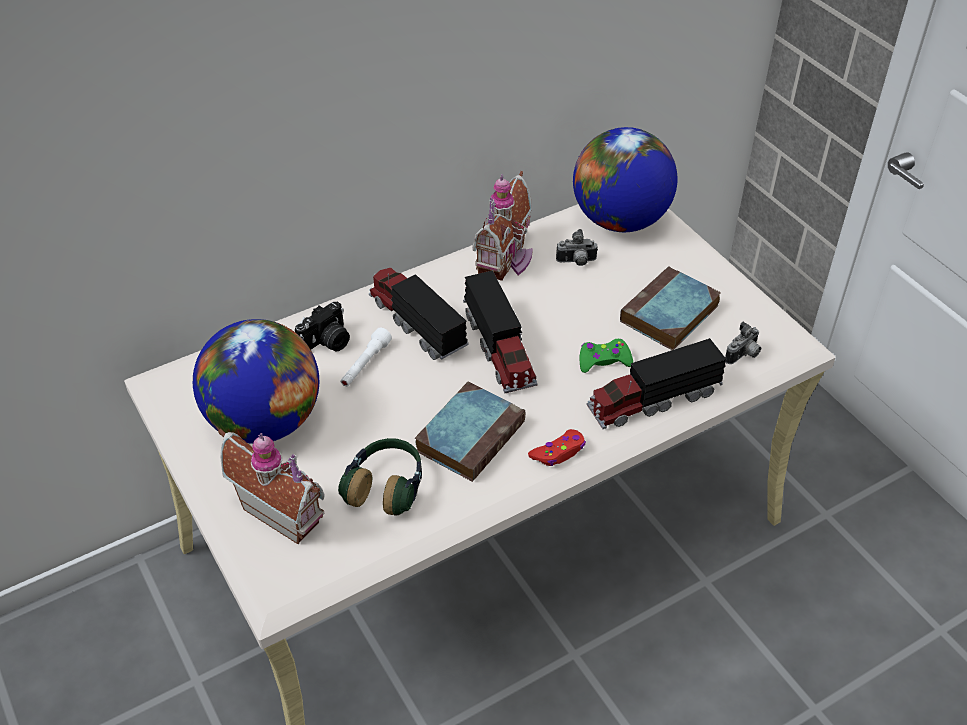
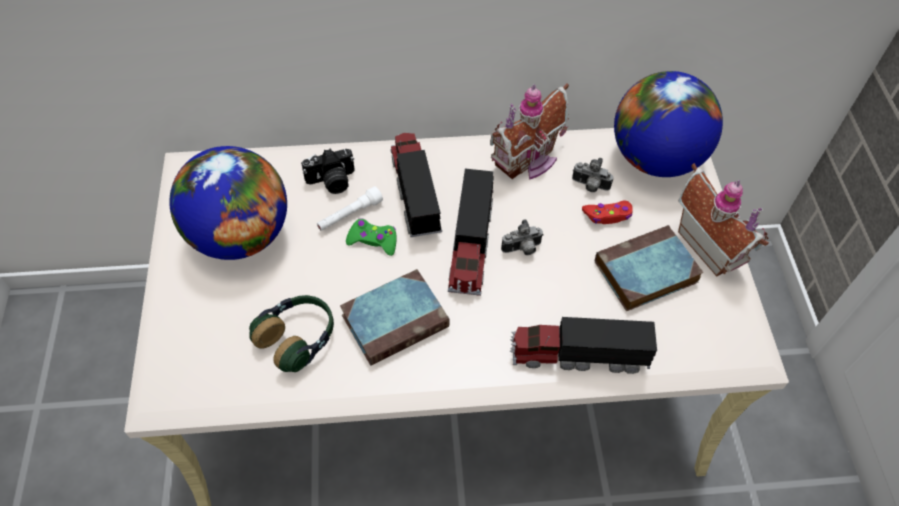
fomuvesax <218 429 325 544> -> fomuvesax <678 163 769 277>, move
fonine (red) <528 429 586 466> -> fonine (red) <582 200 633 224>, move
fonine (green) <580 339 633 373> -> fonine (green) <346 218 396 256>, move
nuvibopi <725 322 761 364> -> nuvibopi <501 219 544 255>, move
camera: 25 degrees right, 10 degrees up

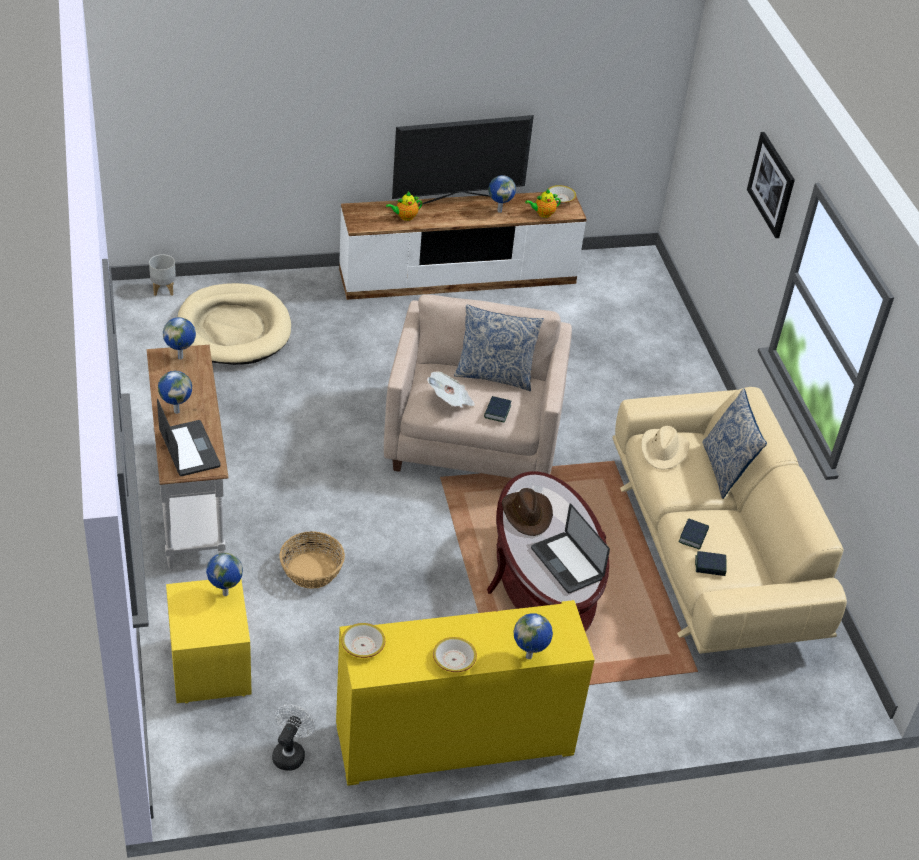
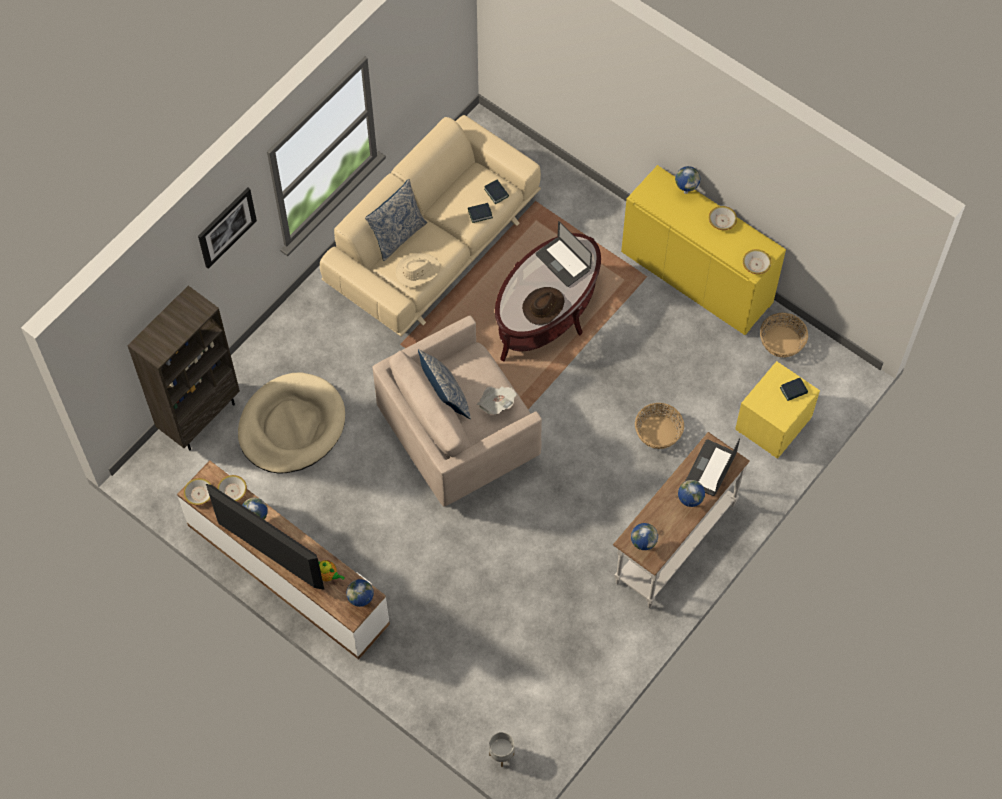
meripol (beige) <178 283 291 365> -> meripol (beige) <238 372 345 473>, move
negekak <206 553 243 596> -> negekak <346 579 374 607>, move
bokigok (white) <272 704 315 771> -> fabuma <760 313 808 357>
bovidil <484 396 512 422> -> bovidil <780 378 808 401>, move
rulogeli <525 189 561 218> -> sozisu <217 475 247 501>
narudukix <531 504 610 593> -> narudukix <536 221 592 287>, 120 degrees clockwise
none -> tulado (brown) <127 286 240 450>
camera: 125 degrees left, 20 degrees up

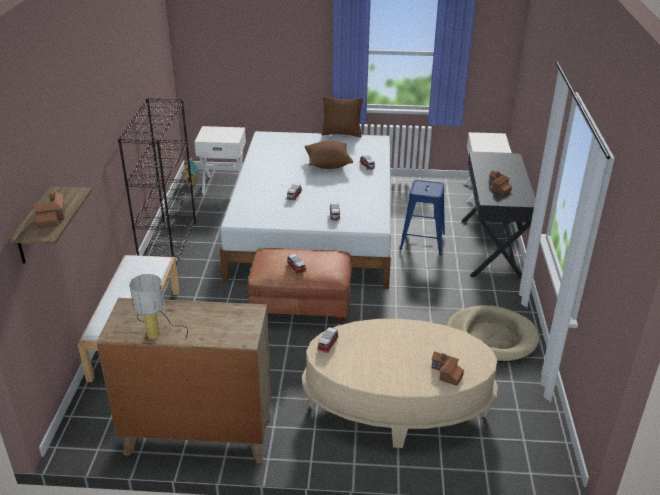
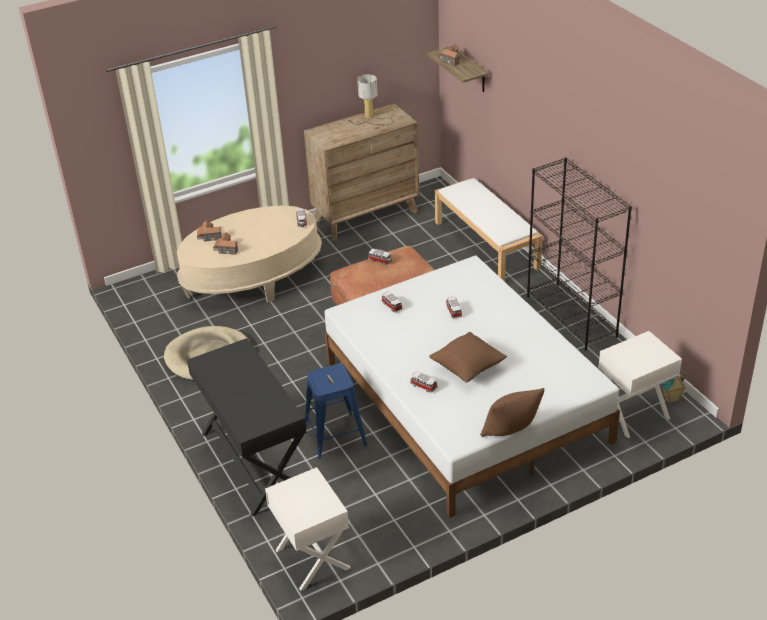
fomuvesax <489 171 512 195> -> fomuvesax <213 232 238 255>, move
camera: 150 degrees right, 5 degrees up

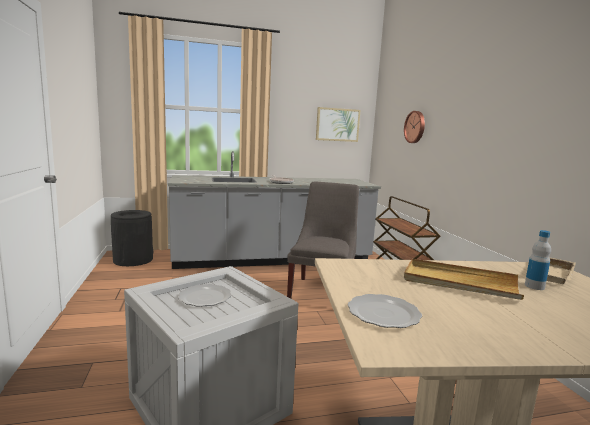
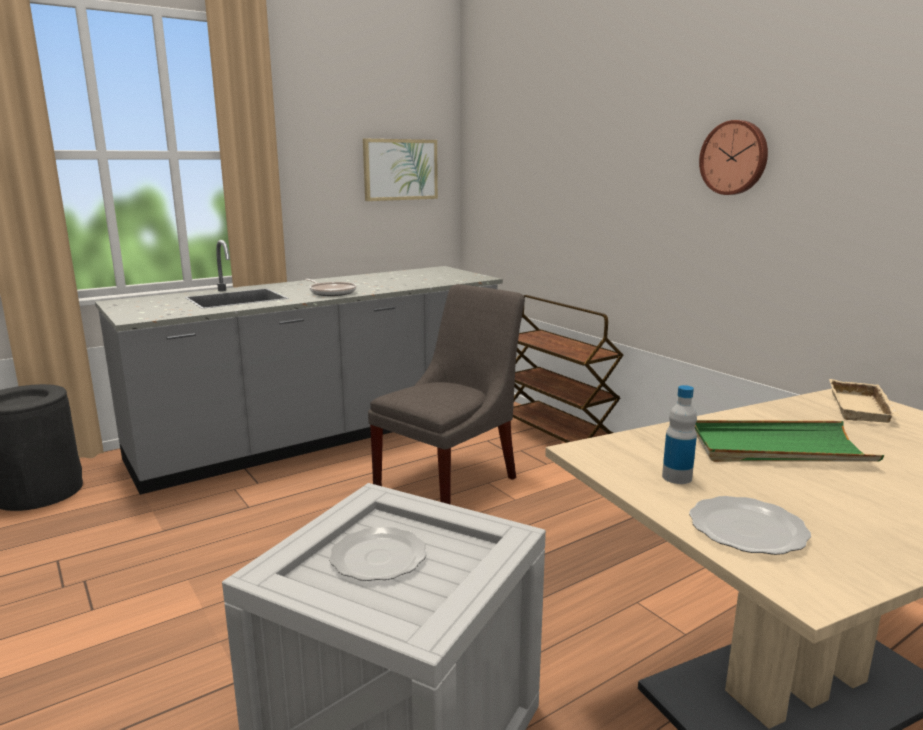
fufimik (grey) <287 181 359 299> -> fufimik (grey) <368 284 525 504>, 45 degrees clockwise
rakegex <404 111 425 143> -> rakegex <699 120 768 195>, move
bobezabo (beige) <404 259 524 300> -> bobezabo (green) <695 420 884 462>
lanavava <525 230 551 290> -> lanavava <662 385 697 484>, move
camera: 20 degrees left, 5 degrees up

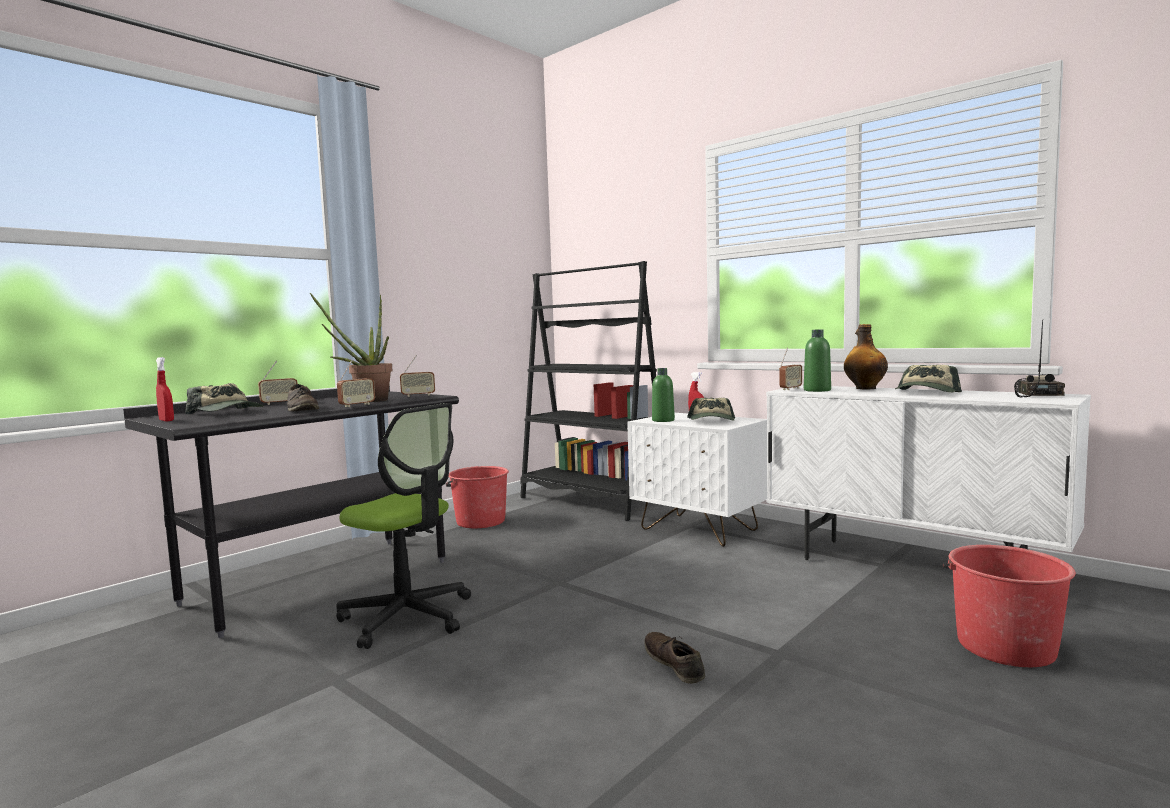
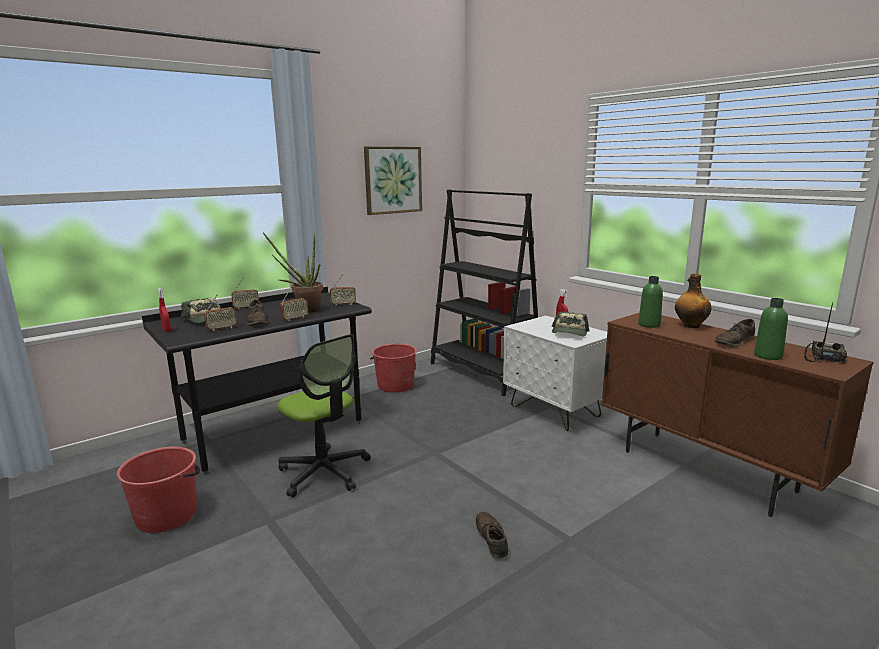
lanavava (green) <652 368 675 422> -> lanavava (green) <754 298 788 360>, move
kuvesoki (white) <766 385 1091 560> -> kuvesoki (brown) <601 313 874 517>
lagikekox <779 348 802 390> -> lagikekox <204 294 237 331>, move
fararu <895 365 962 392> -> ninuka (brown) <715 319 755 347>
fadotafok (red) <943 545 1076 667> -> fadotafok (red) <117 447 200 533>, move
none -> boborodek <364 146 422 215>
camera: 10 degrees right, 10 degrees up

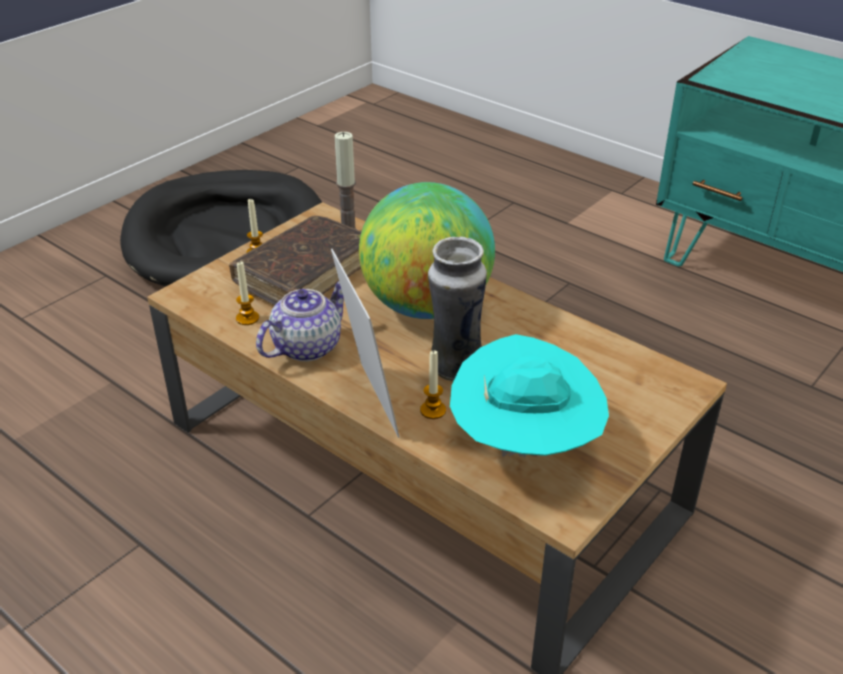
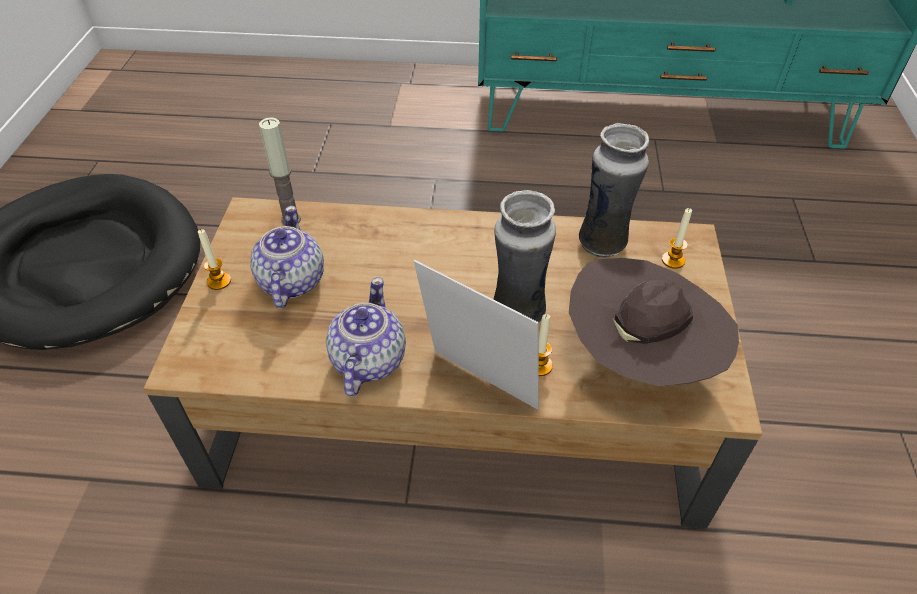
bovidil (brown) <229 216 361 305> -> rulogeli <250 206 324 309>
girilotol <236 262 259 325> -> girilotol <662 208 692 269>, move
negekak <359 182 495 319> -> none
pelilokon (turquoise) <450 334 609 458> -> pelilokon (brown) <569 258 739 386>
none -> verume <579 123 649 258>
camera: 35 degrees left, 10 degrees up

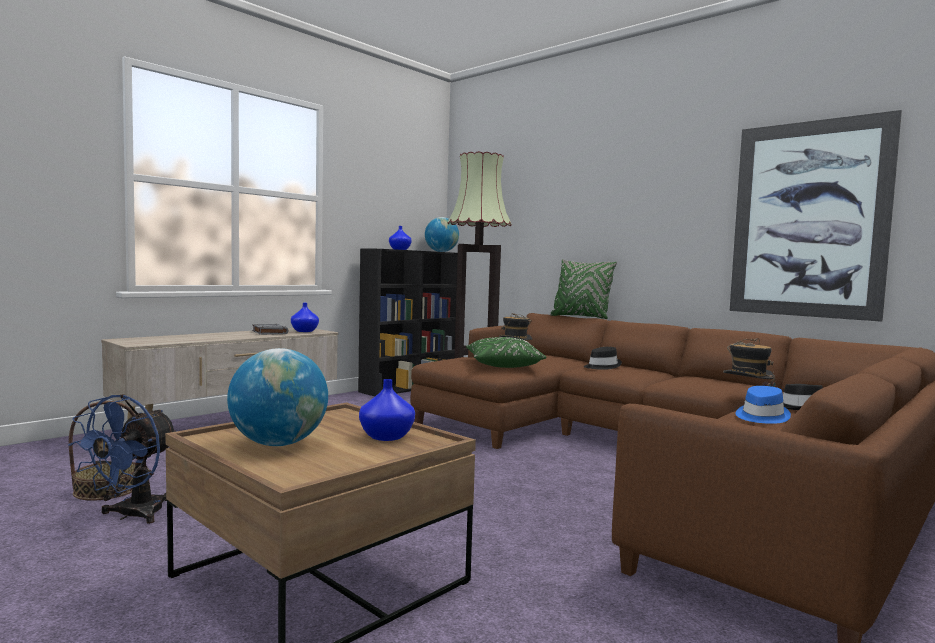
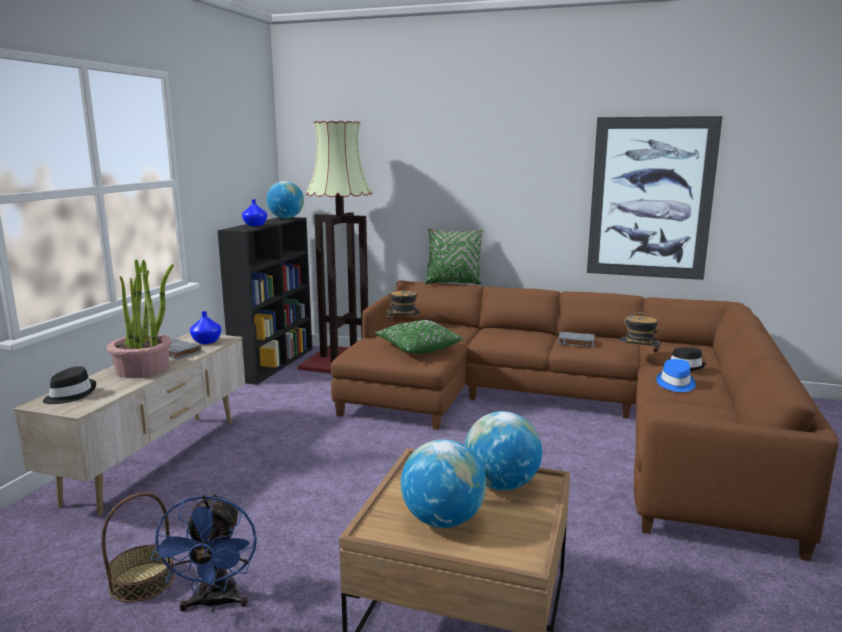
verume (blue) <359 379 415 441> -> negekak <465 411 542 491>
pelilokon (black) <584 347 622 370> -> pelilokon (black) <43 366 96 404>, move
none -> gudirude <107 259 174 378>
none -> bovidil (grey) <558 332 595 347>
camera: 25 degrees left, 10 degrees up

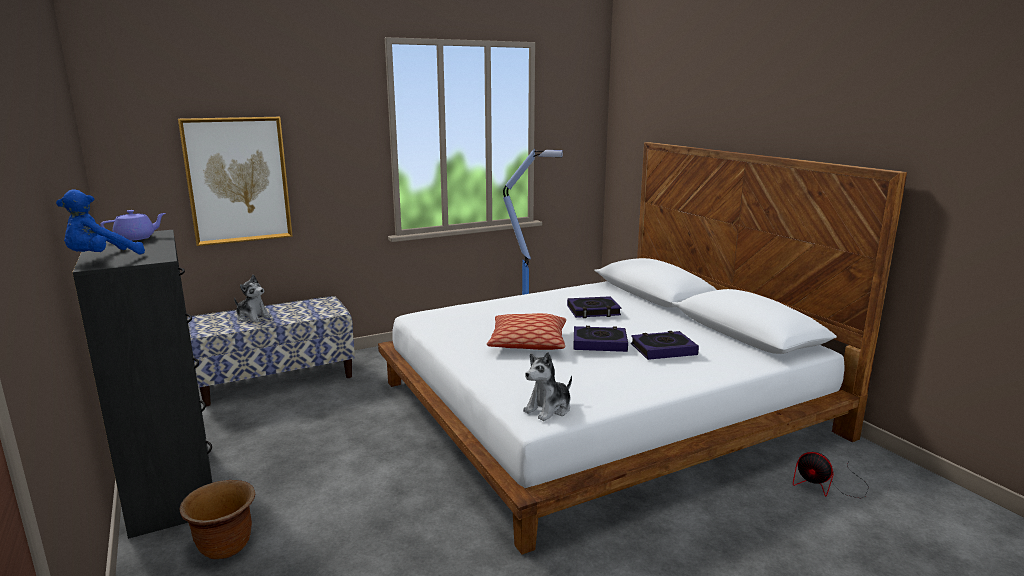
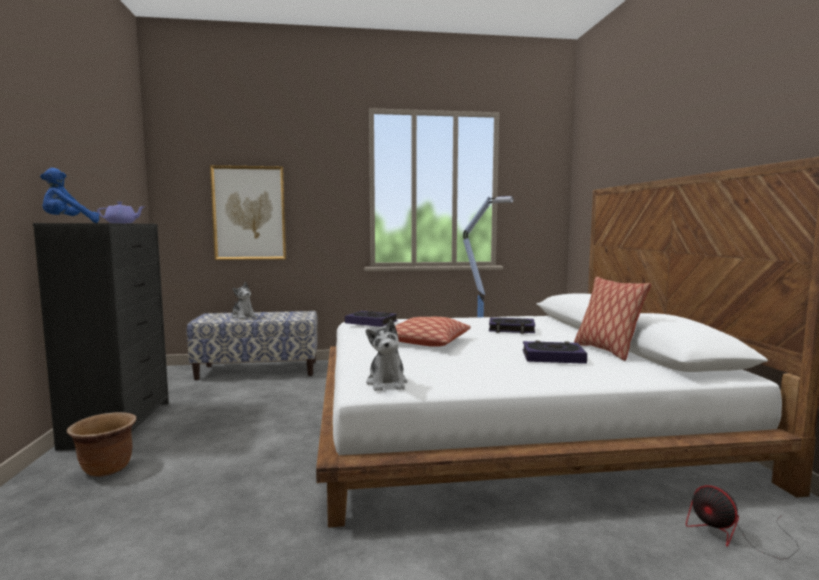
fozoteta <523 352 572 421> -> fozoteta <366 320 407 391>, 75 degrees counterclockwise
bovidil <574 326 628 352> -> bovidil <345 311 397 327>, move
none -> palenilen <574 277 651 361>
camera: 20 degrees right, 10 degrees down

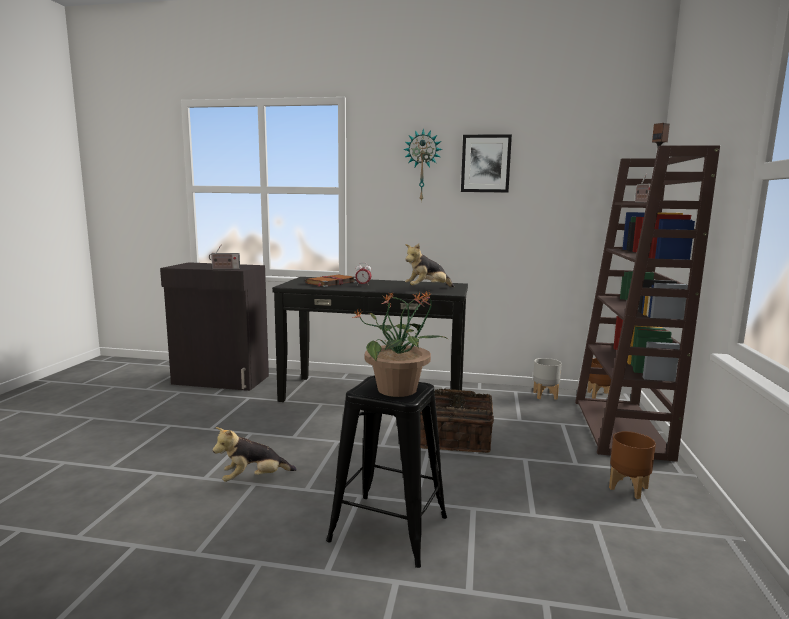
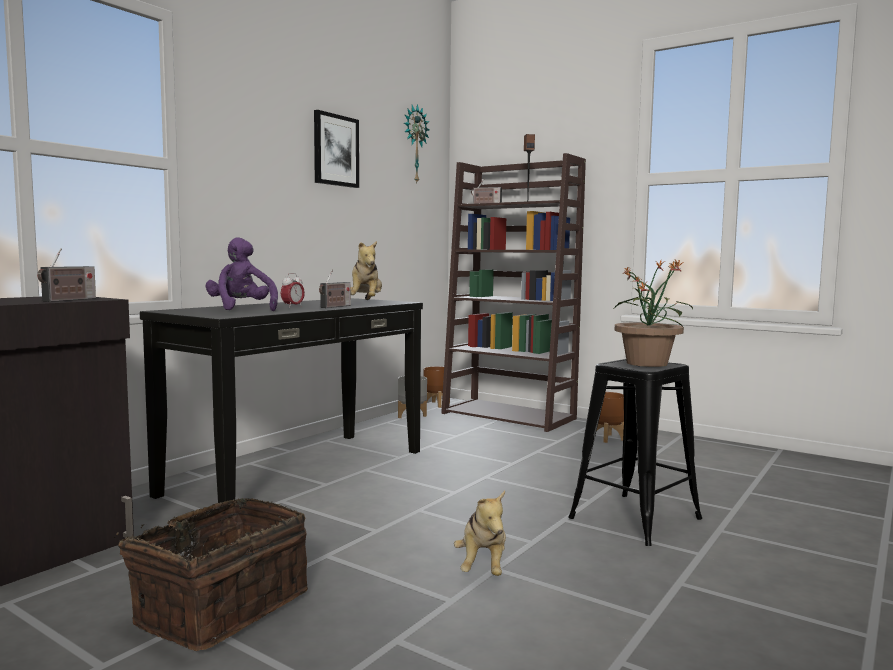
bovidil (brown) <305 275 356 287> -> fozoteta (purple) <206 237 278 311>
rakegex <403 128 443 202> -> rakegex <404 104 429 183>, move
fabuma <420 389 494 453> -> fabuma <114 498 308 651>, move
none -> lagikekox <319 270 351 308>
camera: 65 degrees left, 5 degrees down

